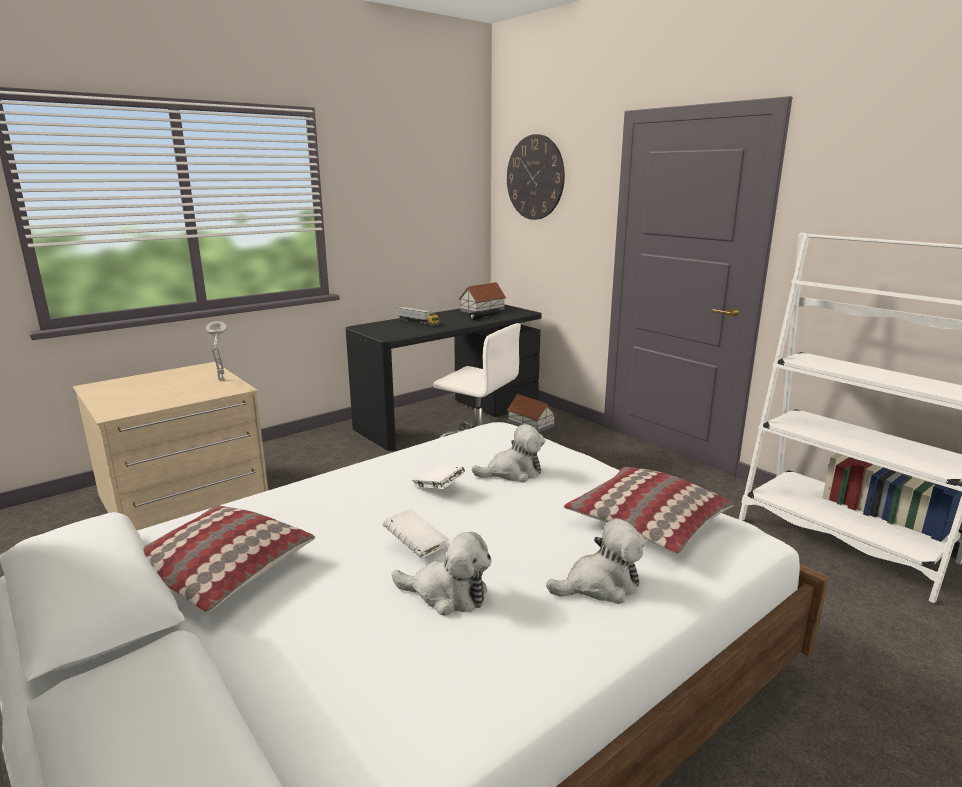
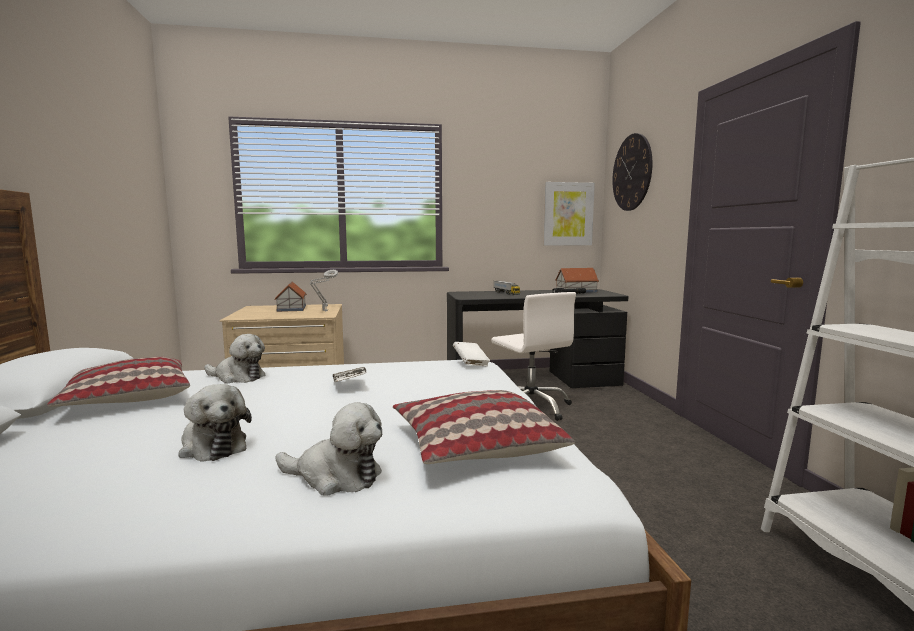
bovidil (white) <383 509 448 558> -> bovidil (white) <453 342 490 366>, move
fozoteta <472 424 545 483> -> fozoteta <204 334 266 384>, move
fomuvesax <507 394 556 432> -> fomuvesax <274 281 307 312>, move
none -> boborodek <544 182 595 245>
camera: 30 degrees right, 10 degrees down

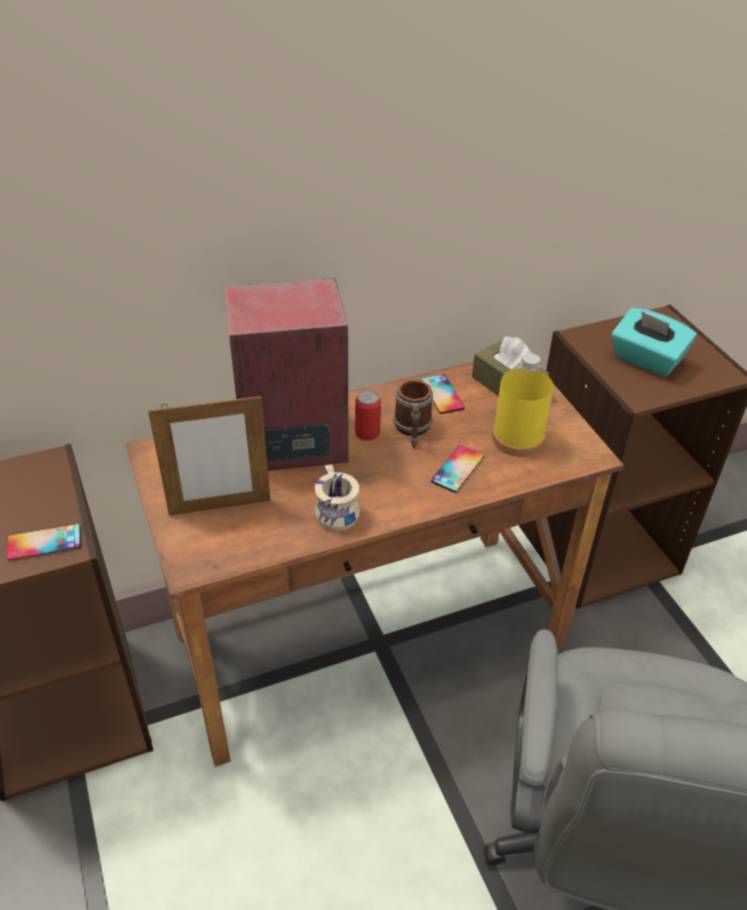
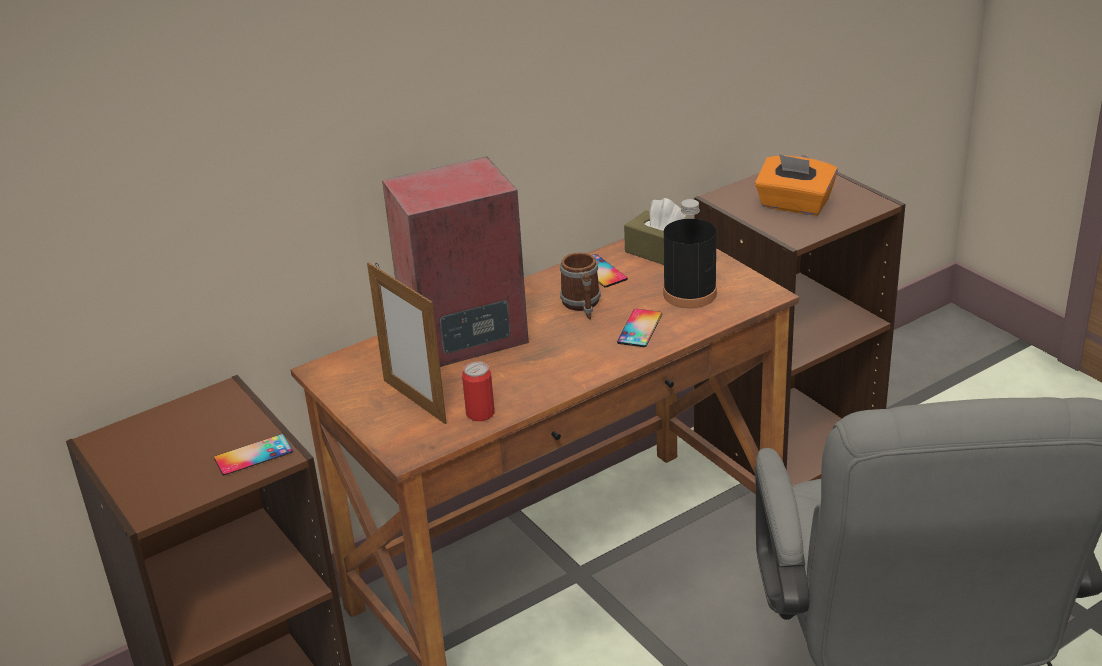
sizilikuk <148 394 271 516> -> sizilikuk <367 262 447 424>, 75 degrees clockwise
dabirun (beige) <315 465 360 531> -> none
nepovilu <355 389 381 441> -> nepovilu <462 361 495 421>, move
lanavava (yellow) <492 353 554 456> -> lanavava (black) <663 199 717 308>
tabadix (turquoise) <612 308 697 377> -> tabadix (orange) <755 154 838 216>
camera: 10 degrees left, 10 degrees down

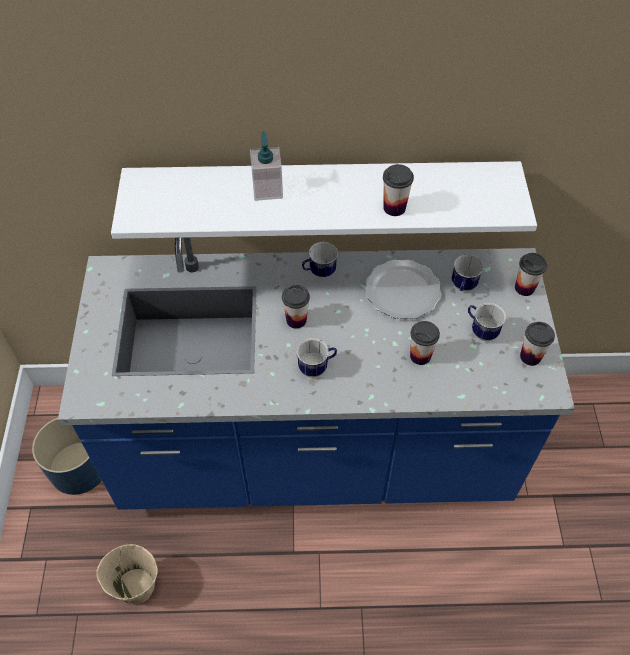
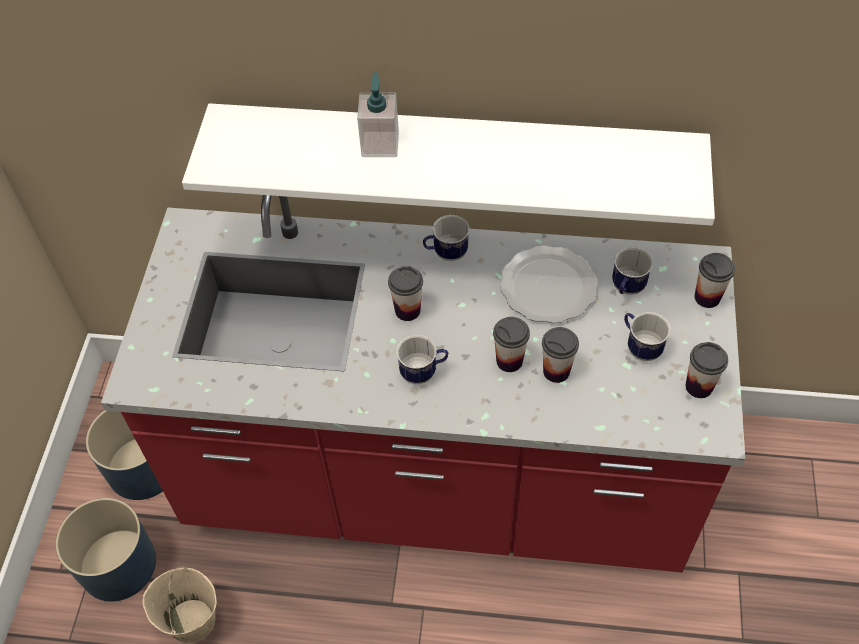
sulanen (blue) <58 237 575 510> -> sulanen (red) <101 195 745 572>
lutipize <383 164 414 216> -> lutipize <493 317 530 372>, move
none -> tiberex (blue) <56 498 156 602>
camera: 10 degrees right, 0 degrees up

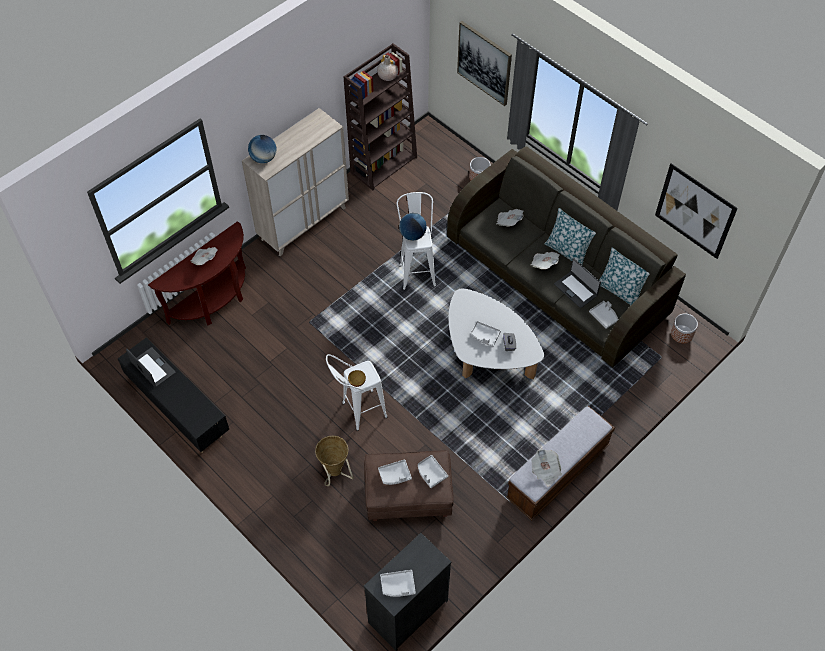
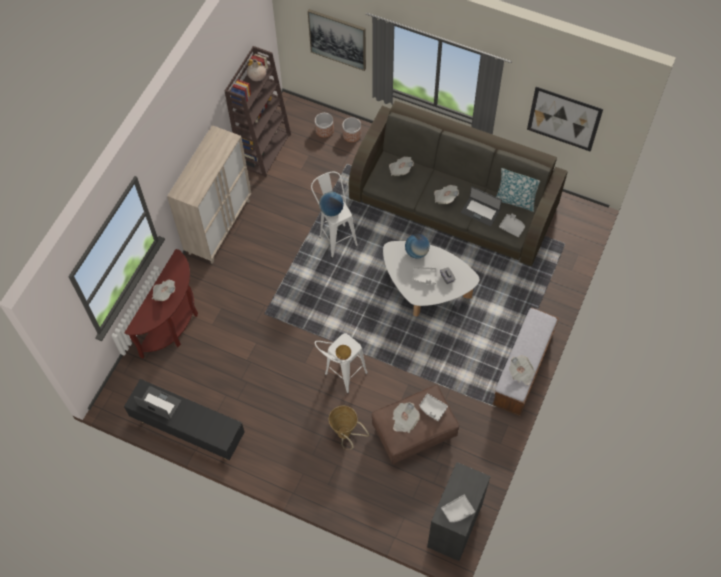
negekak <248 135 277 163> -> negekak <405 234 430 259>, move
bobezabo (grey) <378 460 412 485> -> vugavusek <392 402 420 433>
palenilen <544 208 596 265> -> none
tiberex <671 314 698 343> -> tiberex <315 113 334 138>, move
camera: 20 degrees left, 5 degrees up

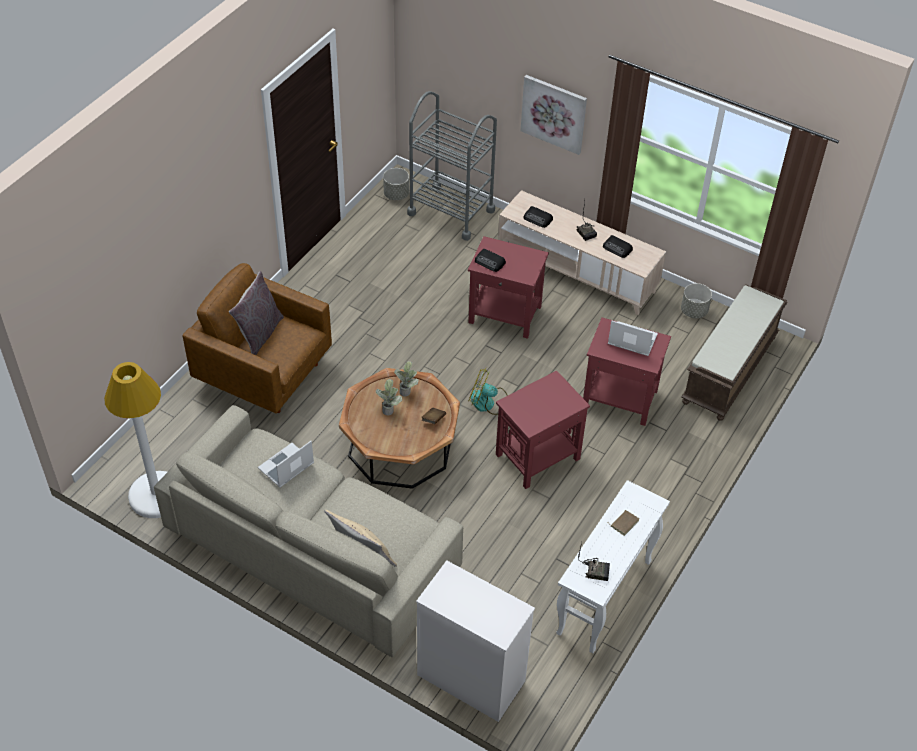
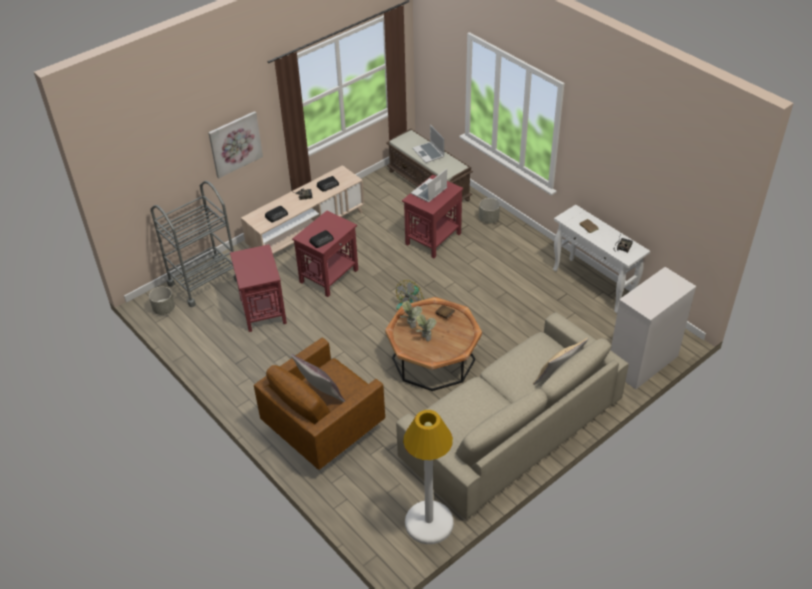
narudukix <258 441 314 487> -> narudukix <412 125 444 163>, move
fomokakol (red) <496 370 590 489> -> fomokakol (red) <230 244 287 332>, move
tiberex (grey) <681 283 712 318> -> tiberex (grey) <479 198 500 224>, move
camera: 70 degrees left, 5 degrees down

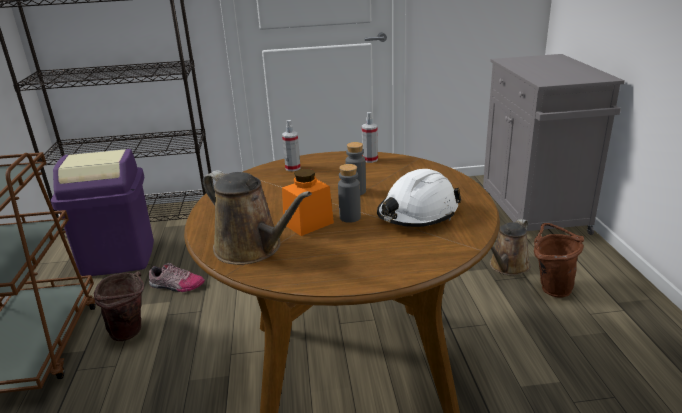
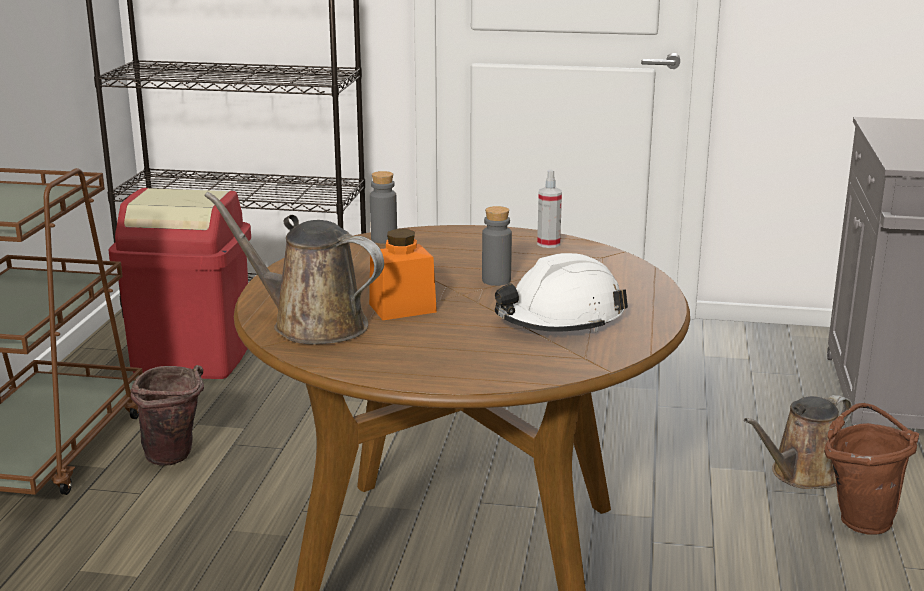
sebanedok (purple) <51 149 154 276> -> sebanedok (red) <108 188 251 379>
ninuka <149 263 205 292> -> none
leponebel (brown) <203 170 312 265> -> leponebel (brown) <204 192 384 344>, 150 degrees clockwise
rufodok <282 120 301 171> -> none
lanavava (grey) <338 164 361 223> -> lanavava (grey) <370 171 397 244>, move
camera: 15 degrees right, 5 degrees down

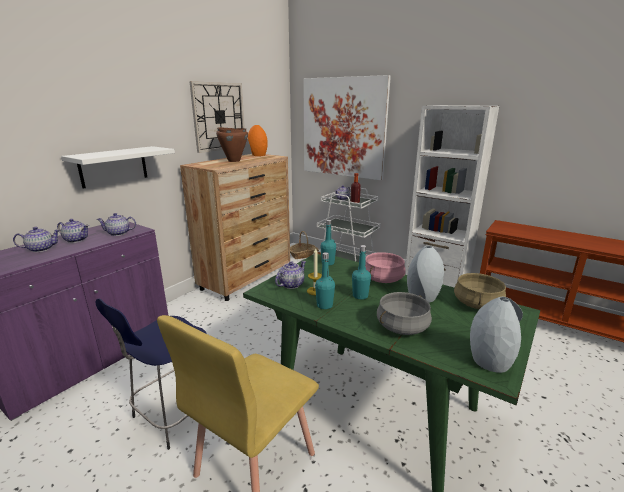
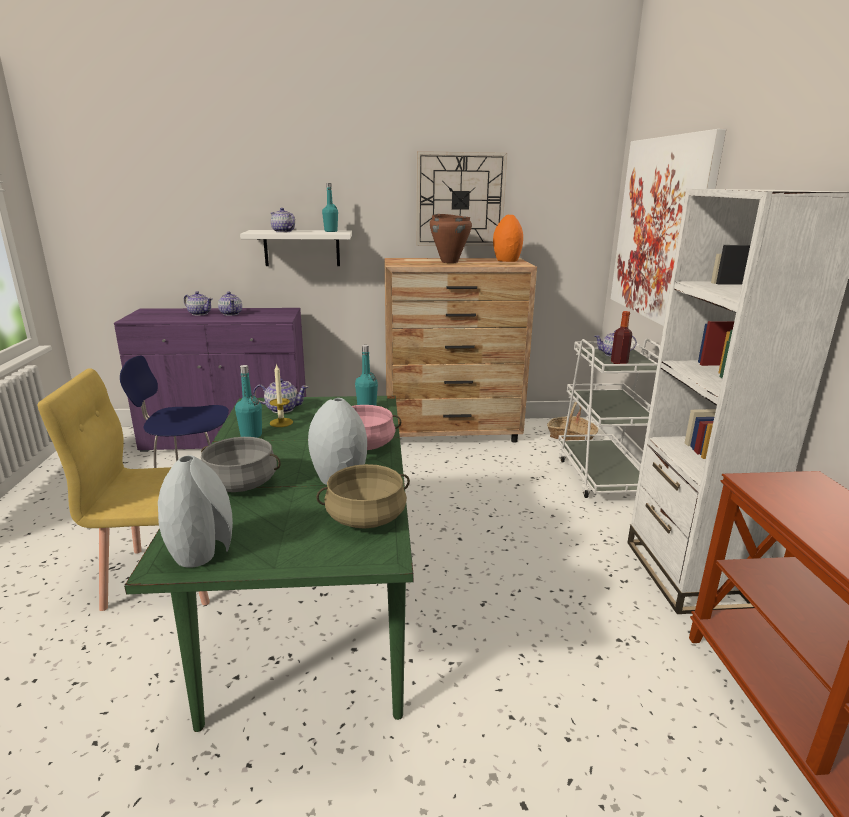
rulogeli <97 213 136 236> -> rulogeli <271 208 295 233>, move
lanavava (turquoise) <352 245 371 300> -> lanavava (turquoise) <322 183 338 232>, move
camera: 50 degrees right, 0 degrees up

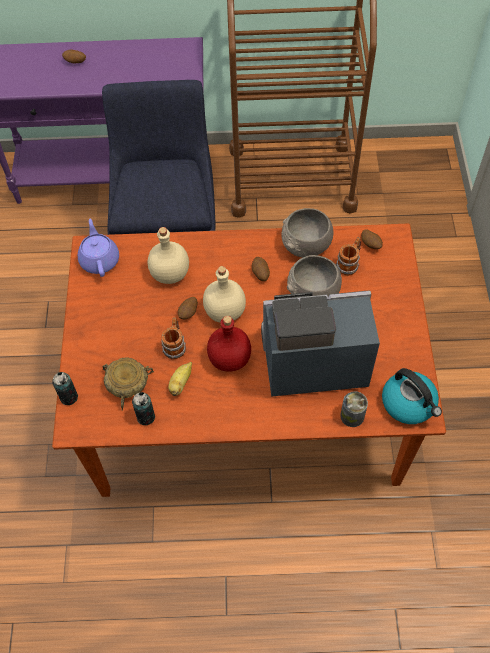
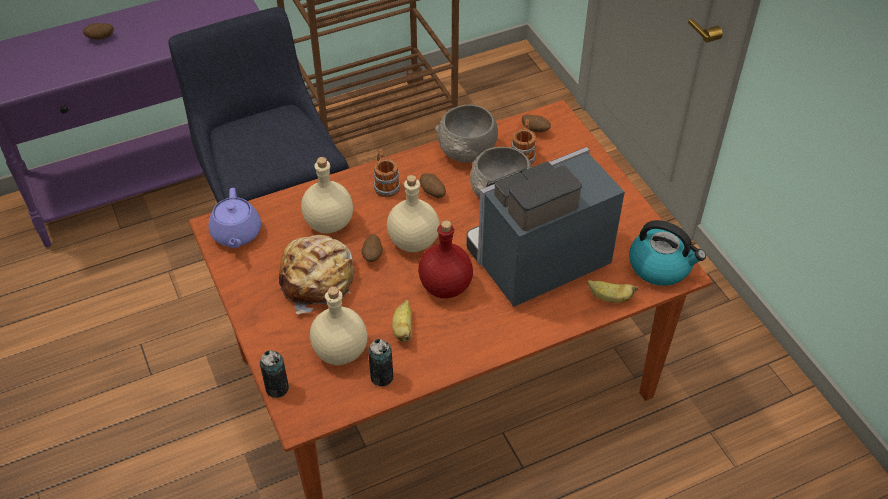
rulogeli (purple) <78 219 119 277> -> rulogeli (purple) <208 188 261 248>, 150 degrees counterclockwise
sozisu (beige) <102 357 154 411> -> lanavava (beige) <310 286 367 365>
dabirun <161 317 186 359> -> dabirun <373 149 401 198>, move
nepovilu <340 391 368 427> -> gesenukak <587 280 638 303>
none -> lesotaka <279 235 354 314>
camera: 25 degrees left, 10 degrees down

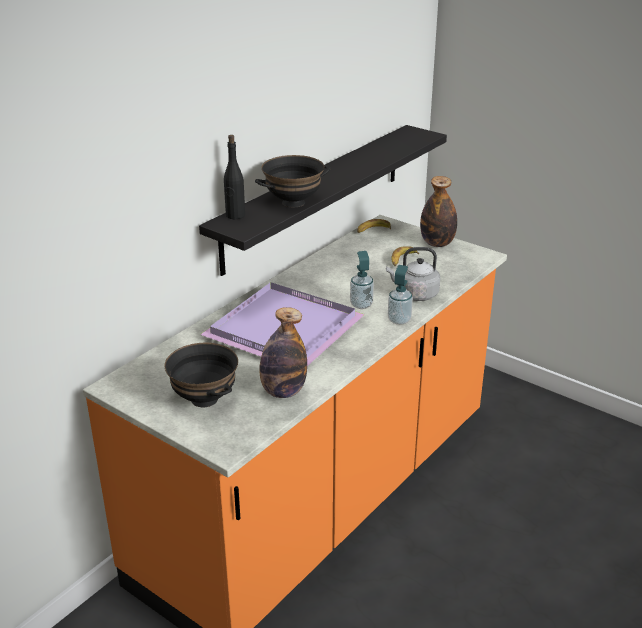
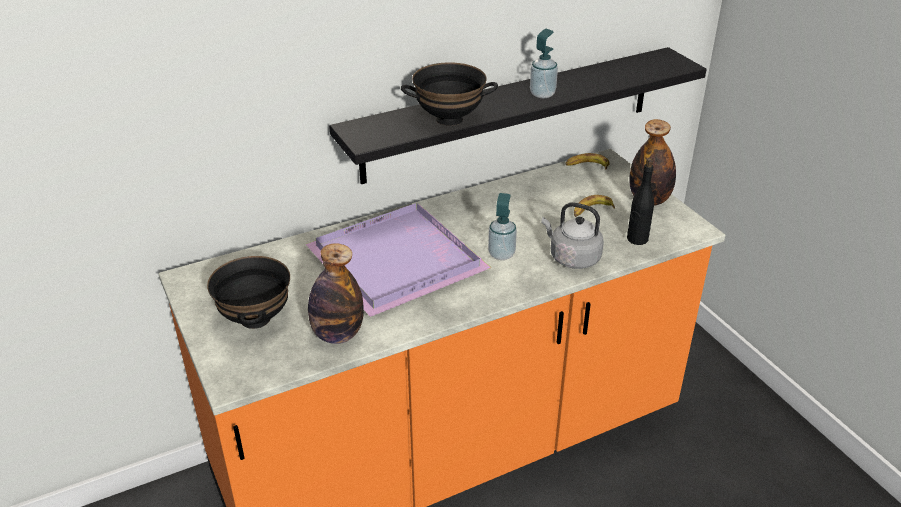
lanavava (black) <224 135 245 219> -> lanavava (black) <627 157 654 245>, move
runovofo <388 265 413 325> -> runovofo <530 29 558 98>, move
camera: 25 degrees right, 5 degrees up

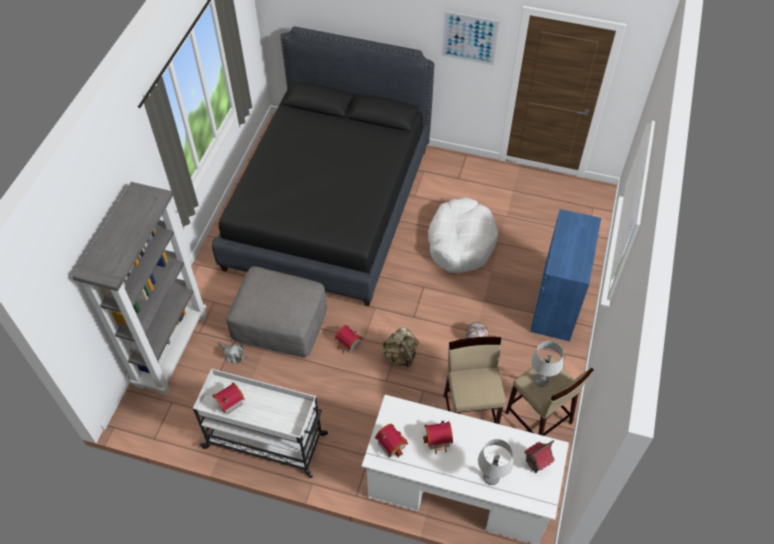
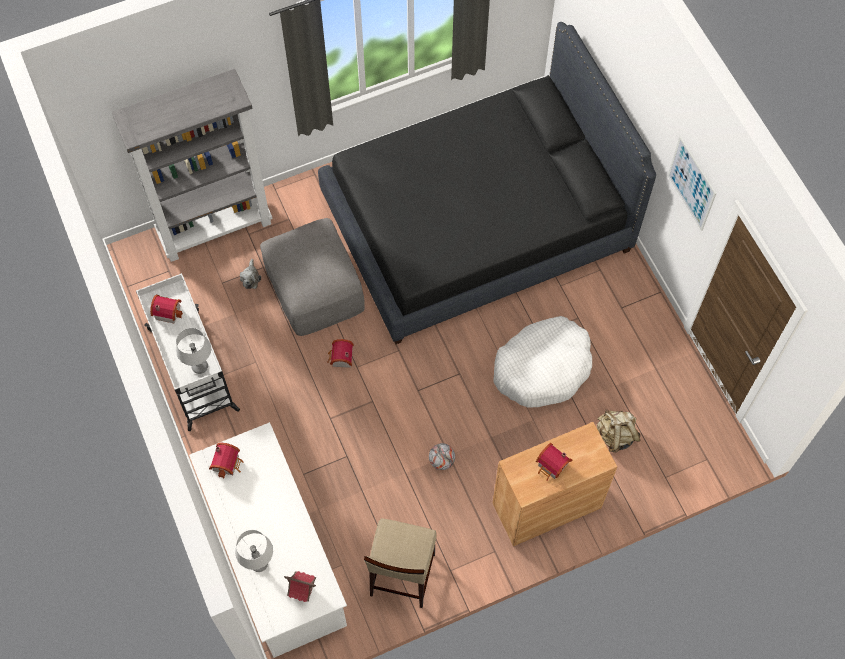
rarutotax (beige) <381 327 419 367> -> rarutotax (beige) <597 410 641 452>, move
fomuvesax <423 421 453 454> -> fomuvesax <536 443 572 481>, move
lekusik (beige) <443 337 506 424> -> none
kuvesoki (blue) <530 209 601 341> -> kuvesoki (brown) <493 422 617 546>
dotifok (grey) <531 341 564 387> -> dotifok (grey) <176 328 211 374>, move
camera: 50 degrees right, 10 degrees up

